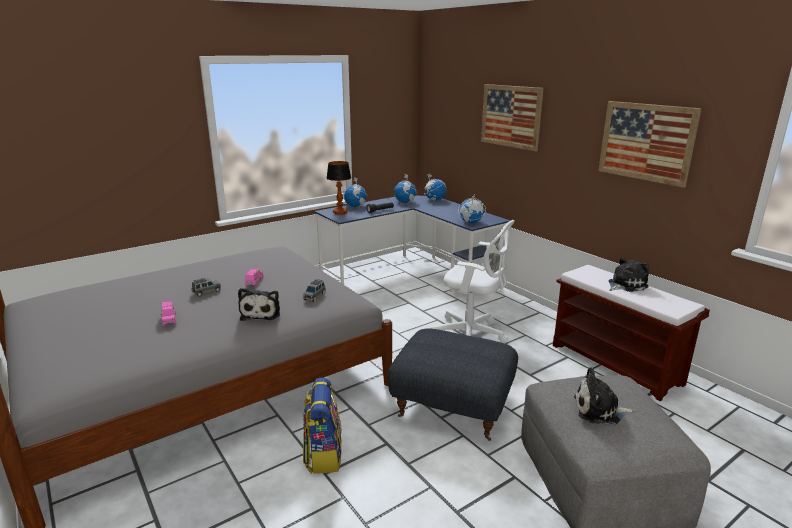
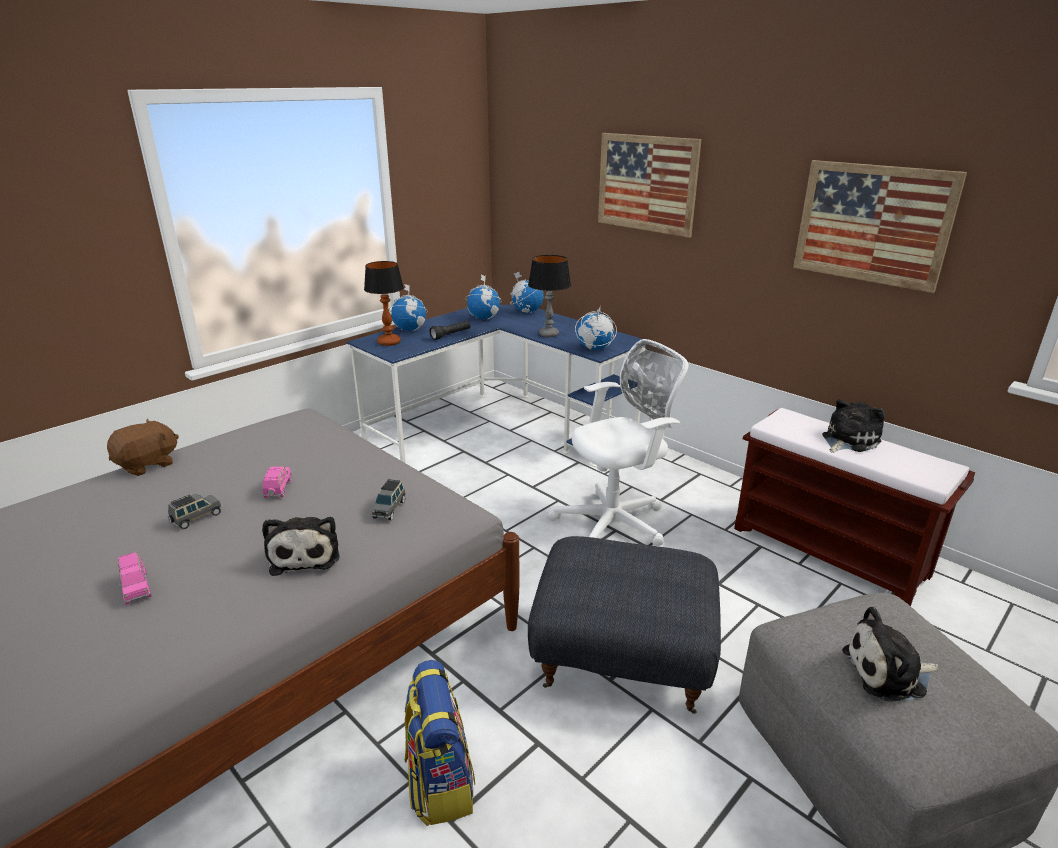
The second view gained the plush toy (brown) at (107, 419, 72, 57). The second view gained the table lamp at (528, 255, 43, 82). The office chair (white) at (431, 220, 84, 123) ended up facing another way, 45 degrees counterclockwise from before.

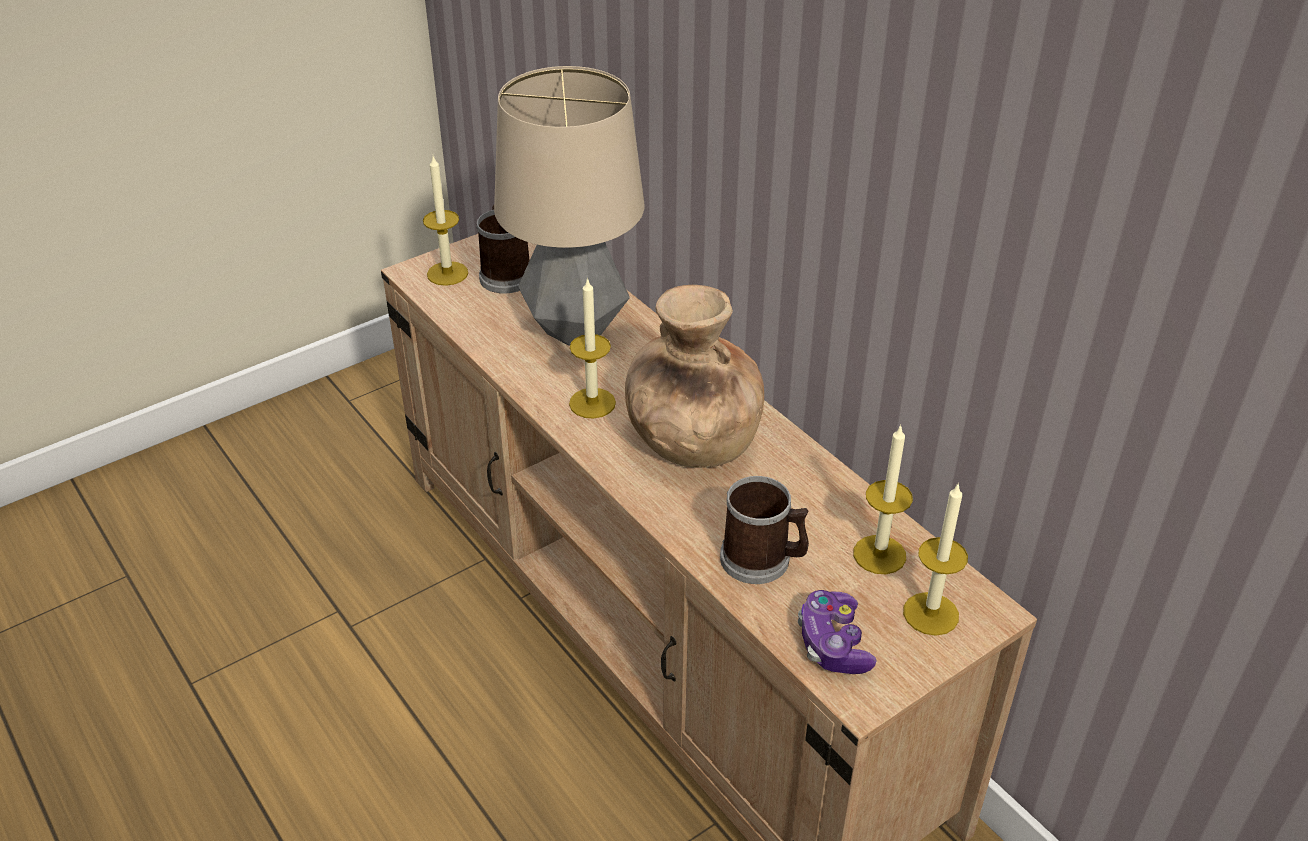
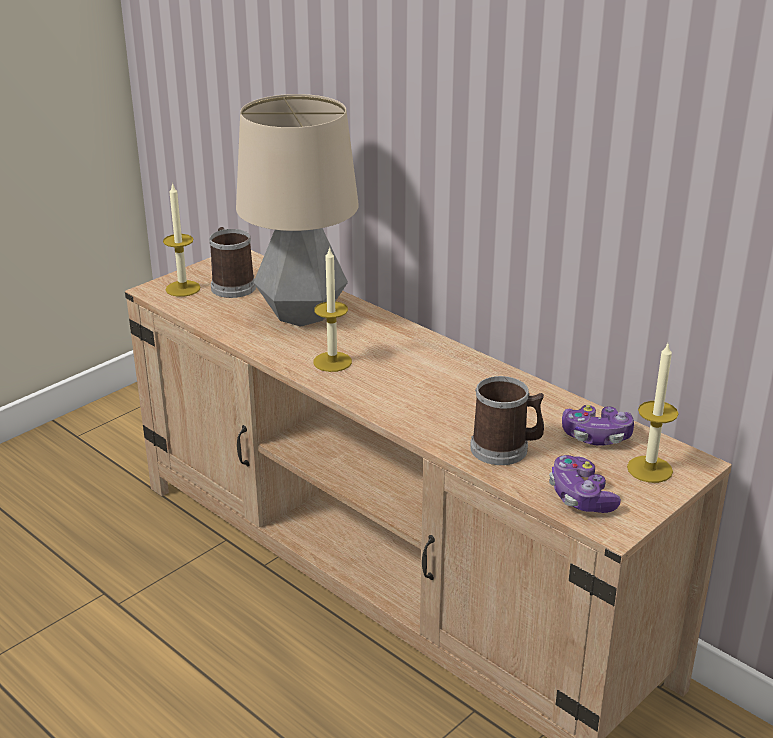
Where the candle stood at (853, 424, 60, 150), the game controller came to stand at (562, 405, 72, 41). The second view lost the vase (brown) at (625, 285, 139, 183).

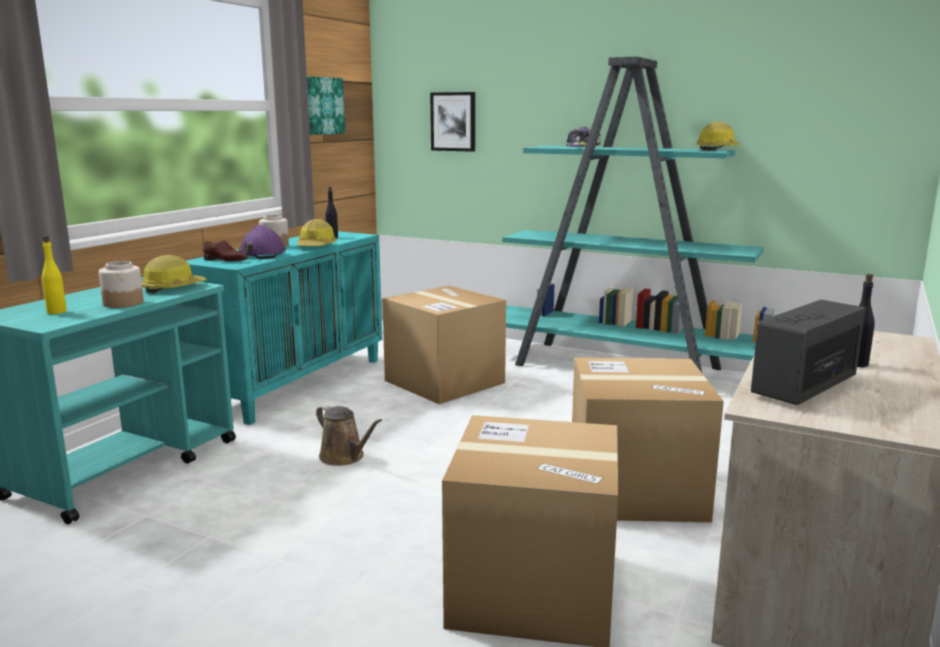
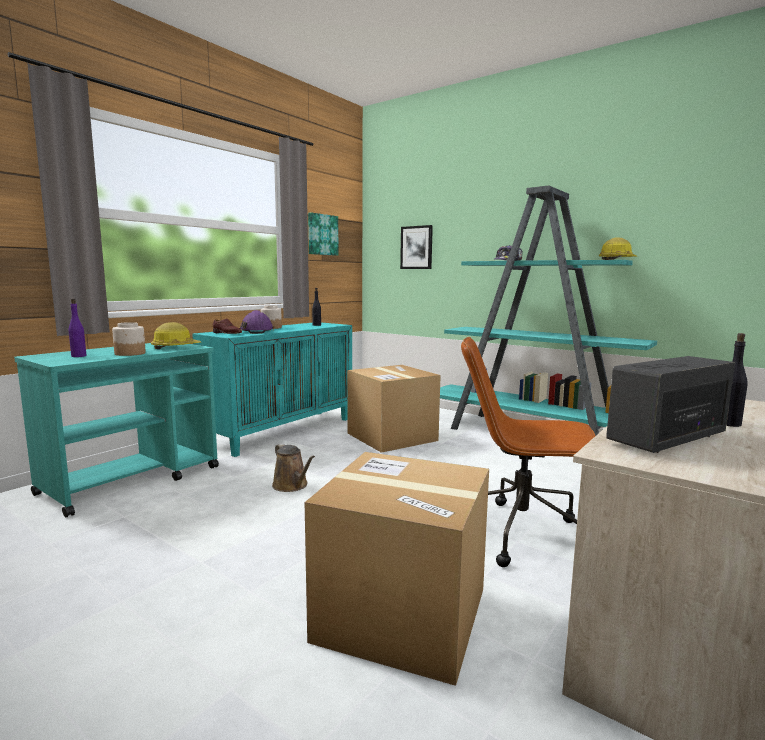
What was the bottle (yellow) at (42, 235, 25, 79) turned into the bottle (purple) at (69, 299, 17, 58). Where the cardboard box stood at (572, 357, 152, 165), the office chair (brown) came to stand at (461, 337, 134, 230). The second view lost the hard hat at (298, 219, 39, 27).

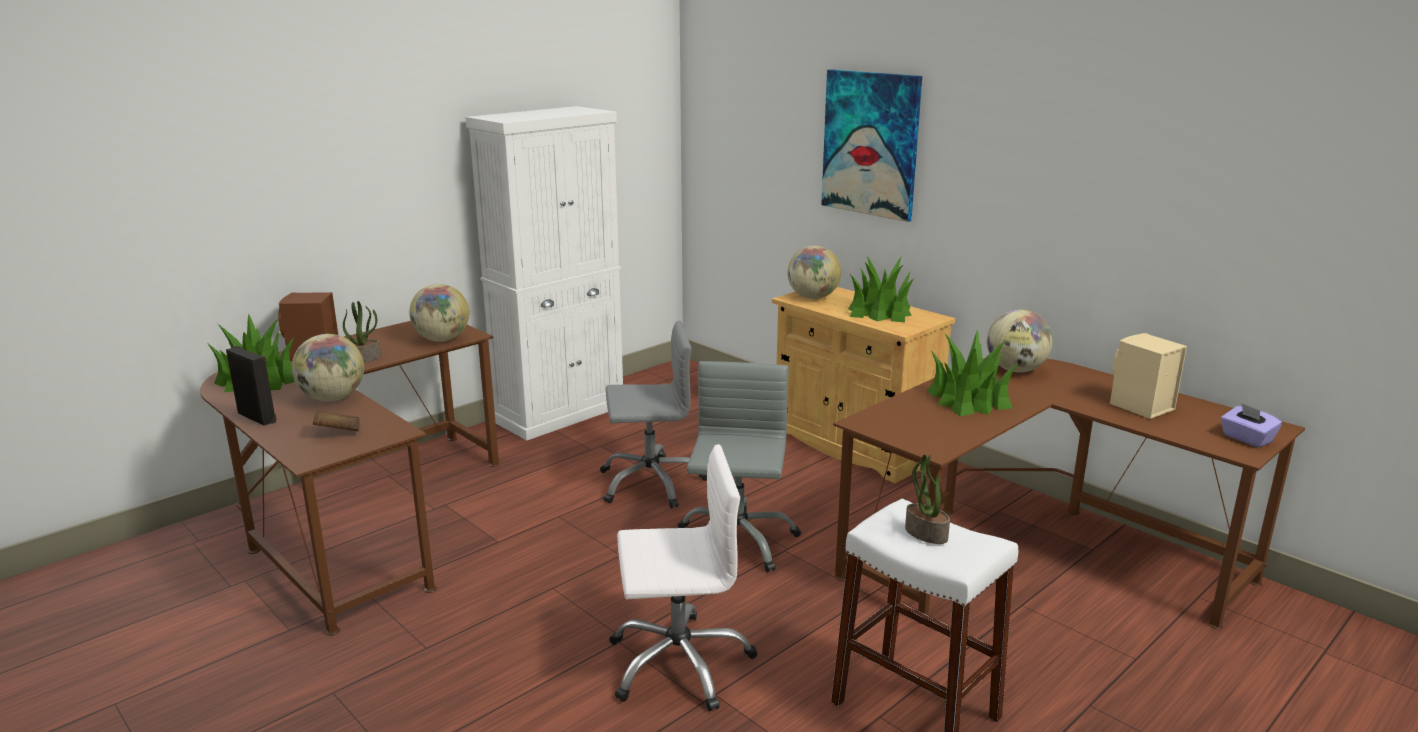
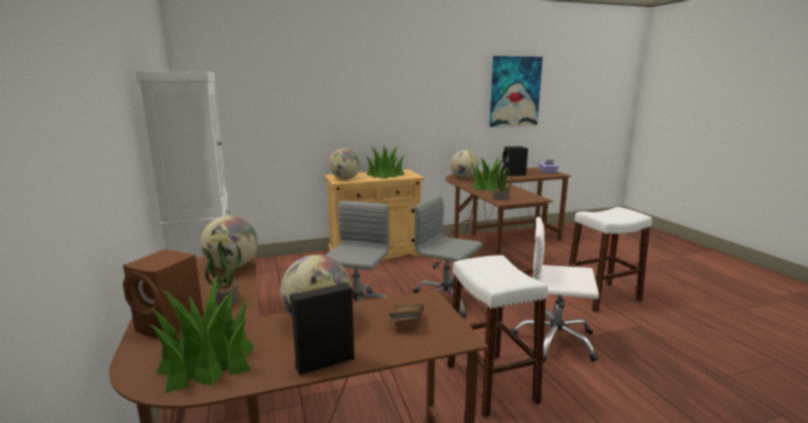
The second view gained the stool (white) at (447, 255, 101, 162). The picture ended up elsewhere, having gone from (821, 69, 101, 153) to (489, 56, 54, 71). The potted plant ended up elsewhere, having gone from (905, 455, 45, 89) to (491, 165, 22, 35). What was the speaker (beige) at (1110, 333, 77, 86) turned into the speaker (black) at (502, 146, 26, 30). The office chair (white) at (609, 444, 149, 267) ended up facing another way, 90 degrees counterclockwise from before.

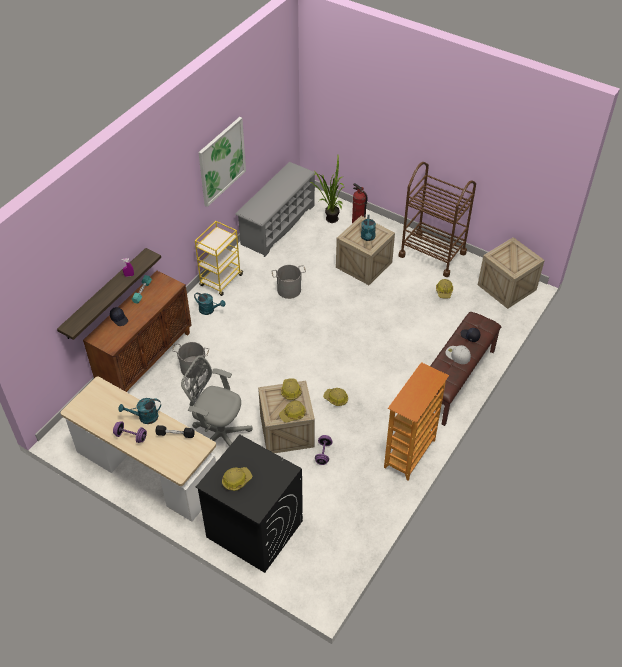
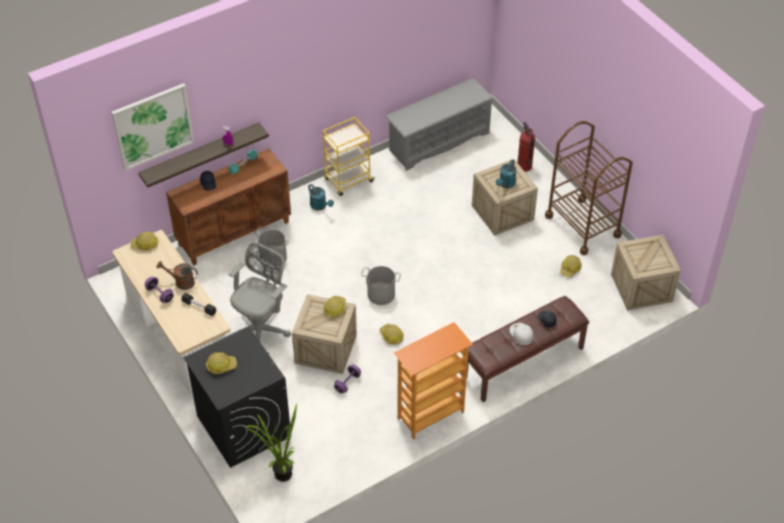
The picture ended up elsewhere, having gone from (198, 117, 48, 90) to (112, 83, 83, 88). The hard hat ended up elsewhere, having gone from (279, 400, 27, 23) to (131, 232, 28, 19). What was the watering can (turquoise) at (118, 398, 43, 26) turned into the watering can (brown) at (157, 261, 41, 29). The office chair (grey) at (181, 356, 72, 90) ended up facing another way, 75 degrees clockwise from before. The potted plant ended up elsewhere, having gone from (310, 155, 34, 68) to (245, 404, 52, 78). The bucket (grey) ended up elsewhere, having gone from (271, 265, 35, 34) to (361, 266, 40, 39).

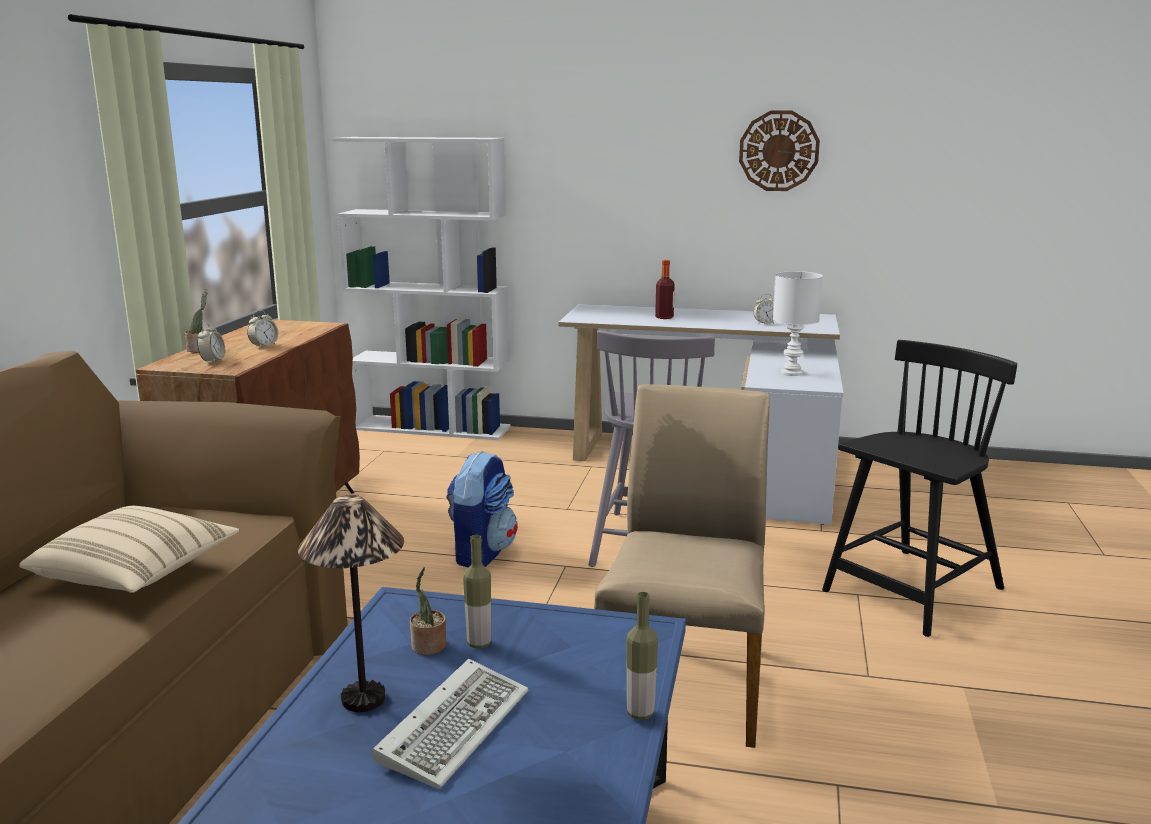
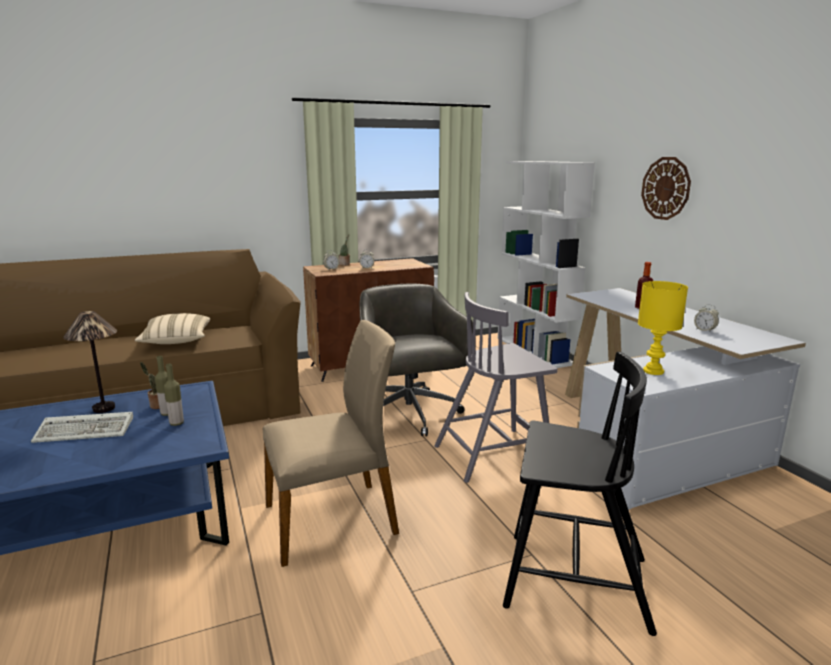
The bottle ended up elsewhere, having gone from (627, 592, 31, 128) to (164, 364, 20, 62). Where the backpack stood at (446, 451, 72, 117), the office chair (grey) came to stand at (359, 283, 114, 154). What was the table lamp (white) at (772, 271, 51, 105) turned into the table lamp (yellow) at (638, 281, 50, 94). The wall clock ended up elsewhere, having gone from (739, 110, 81, 81) to (641, 157, 50, 63).

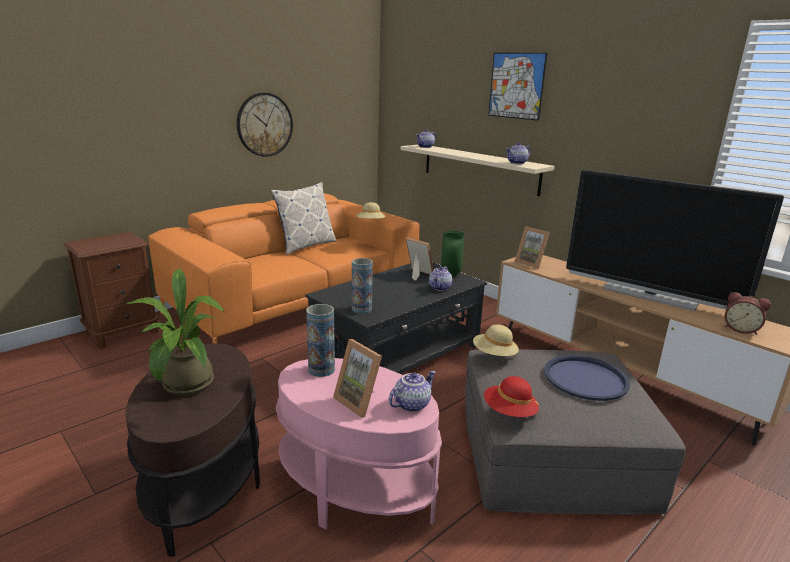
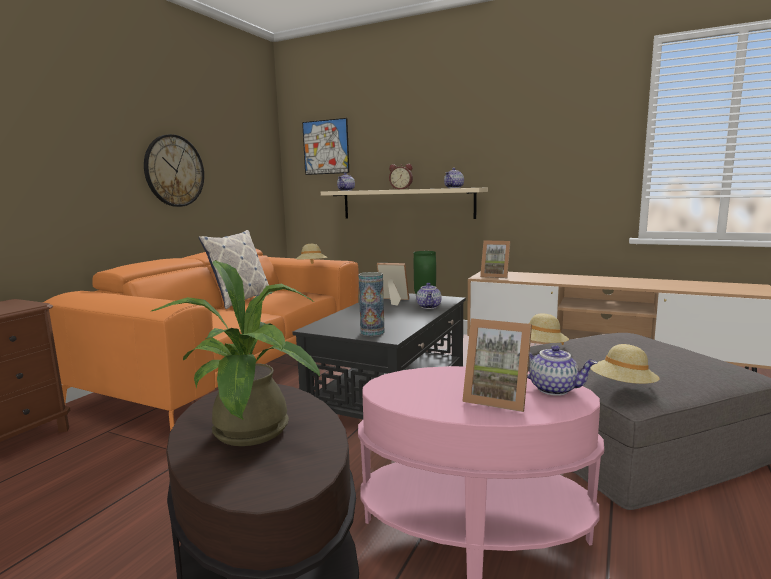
The picture ended up elsewhere, having gone from (488, 53, 59, 68) to (302, 118, 47, 57). The alarm clock ended up elsewhere, having gone from (725, 292, 46, 43) to (389, 164, 24, 26). The teapot at (389, 371, 47, 41) ended up facing another way, 90 degrees clockwise from before. What was the hat (red) at (484, 376, 55, 41) turned into the hat (beige) at (590, 344, 70, 40). The second view lost the vase at (306, 304, 29, 73). The second view lost the tray (blue) at (544, 355, 86, 46). The second view lost the television at (566, 170, 218, 141).

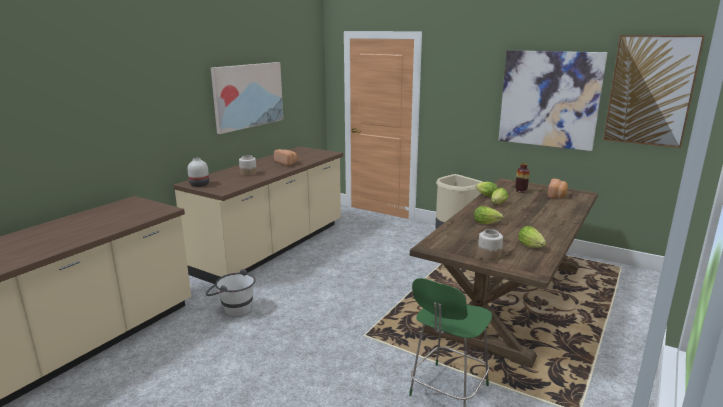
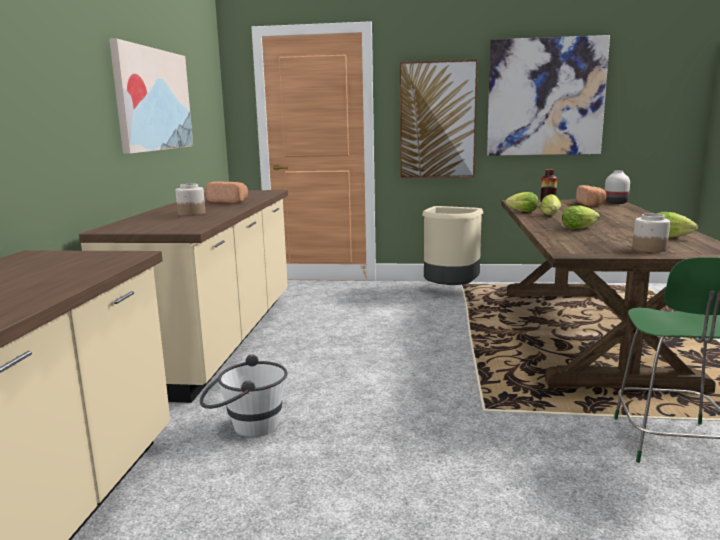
The picture ended up elsewhere, having gone from (603, 35, 101, 113) to (400, 59, 78, 119). The vase (white) ended up elsewhere, having gone from (187, 158, 22, 29) to (605, 171, 25, 33).

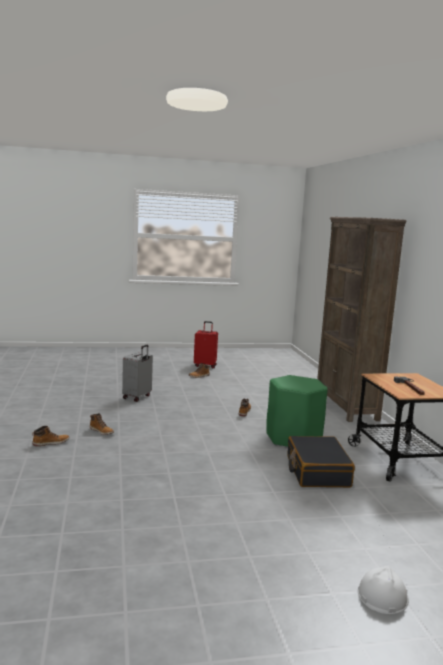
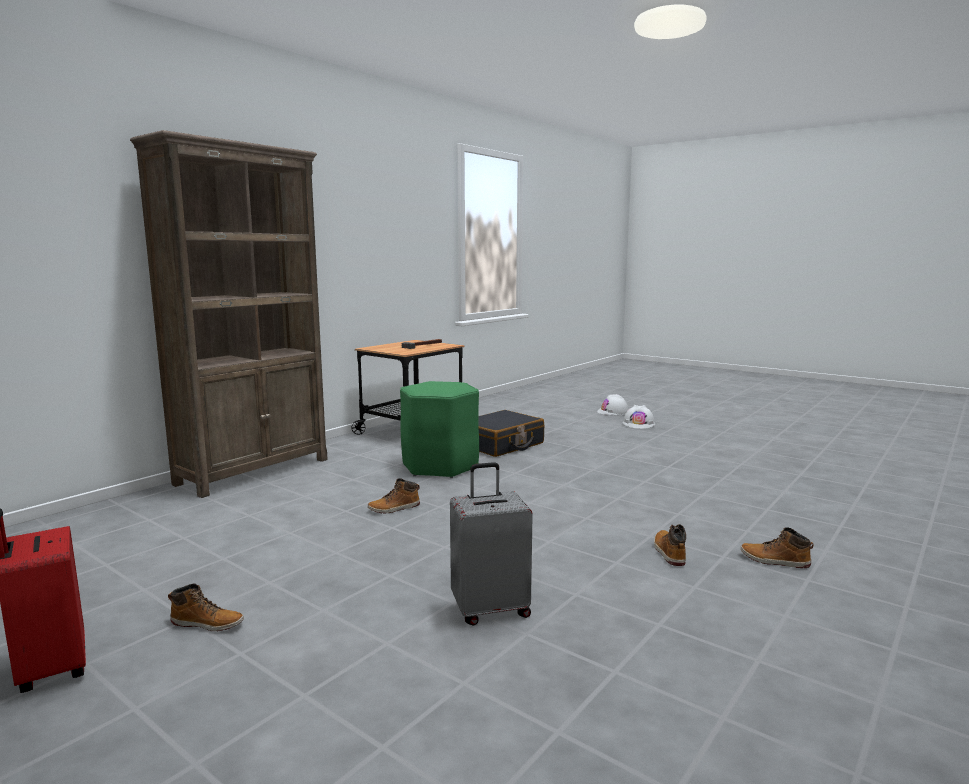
The second view gained the hard hat (white) at (622, 405, 33, 24).

